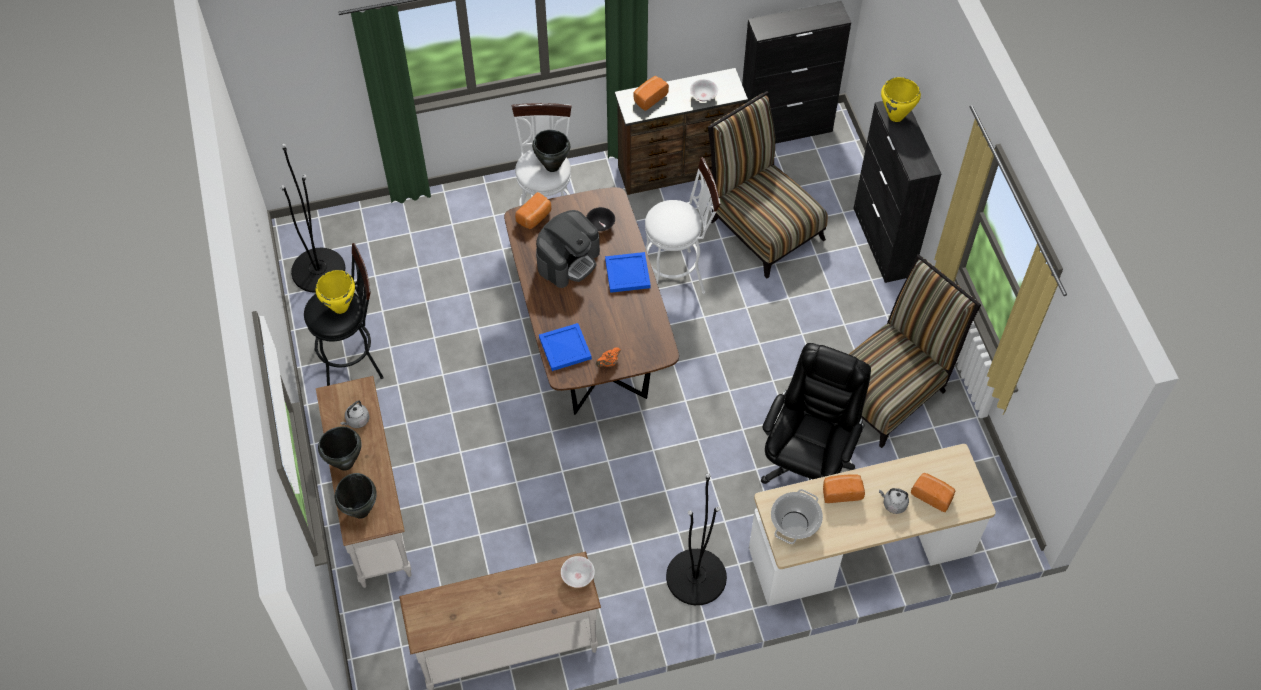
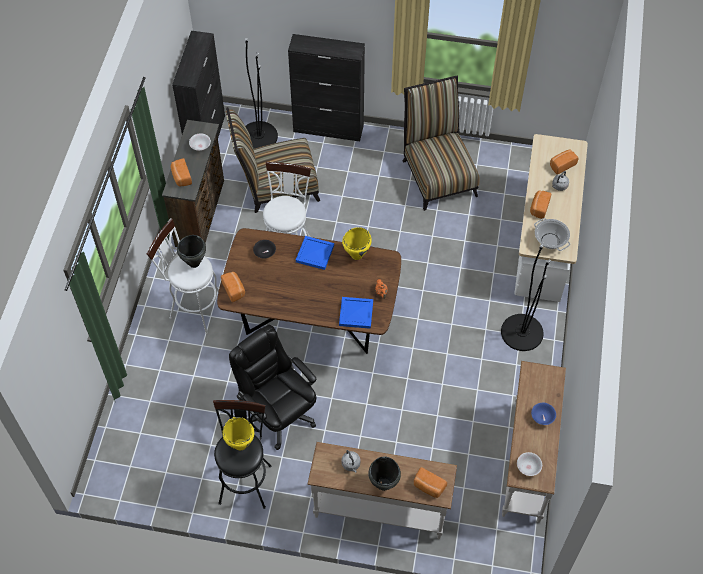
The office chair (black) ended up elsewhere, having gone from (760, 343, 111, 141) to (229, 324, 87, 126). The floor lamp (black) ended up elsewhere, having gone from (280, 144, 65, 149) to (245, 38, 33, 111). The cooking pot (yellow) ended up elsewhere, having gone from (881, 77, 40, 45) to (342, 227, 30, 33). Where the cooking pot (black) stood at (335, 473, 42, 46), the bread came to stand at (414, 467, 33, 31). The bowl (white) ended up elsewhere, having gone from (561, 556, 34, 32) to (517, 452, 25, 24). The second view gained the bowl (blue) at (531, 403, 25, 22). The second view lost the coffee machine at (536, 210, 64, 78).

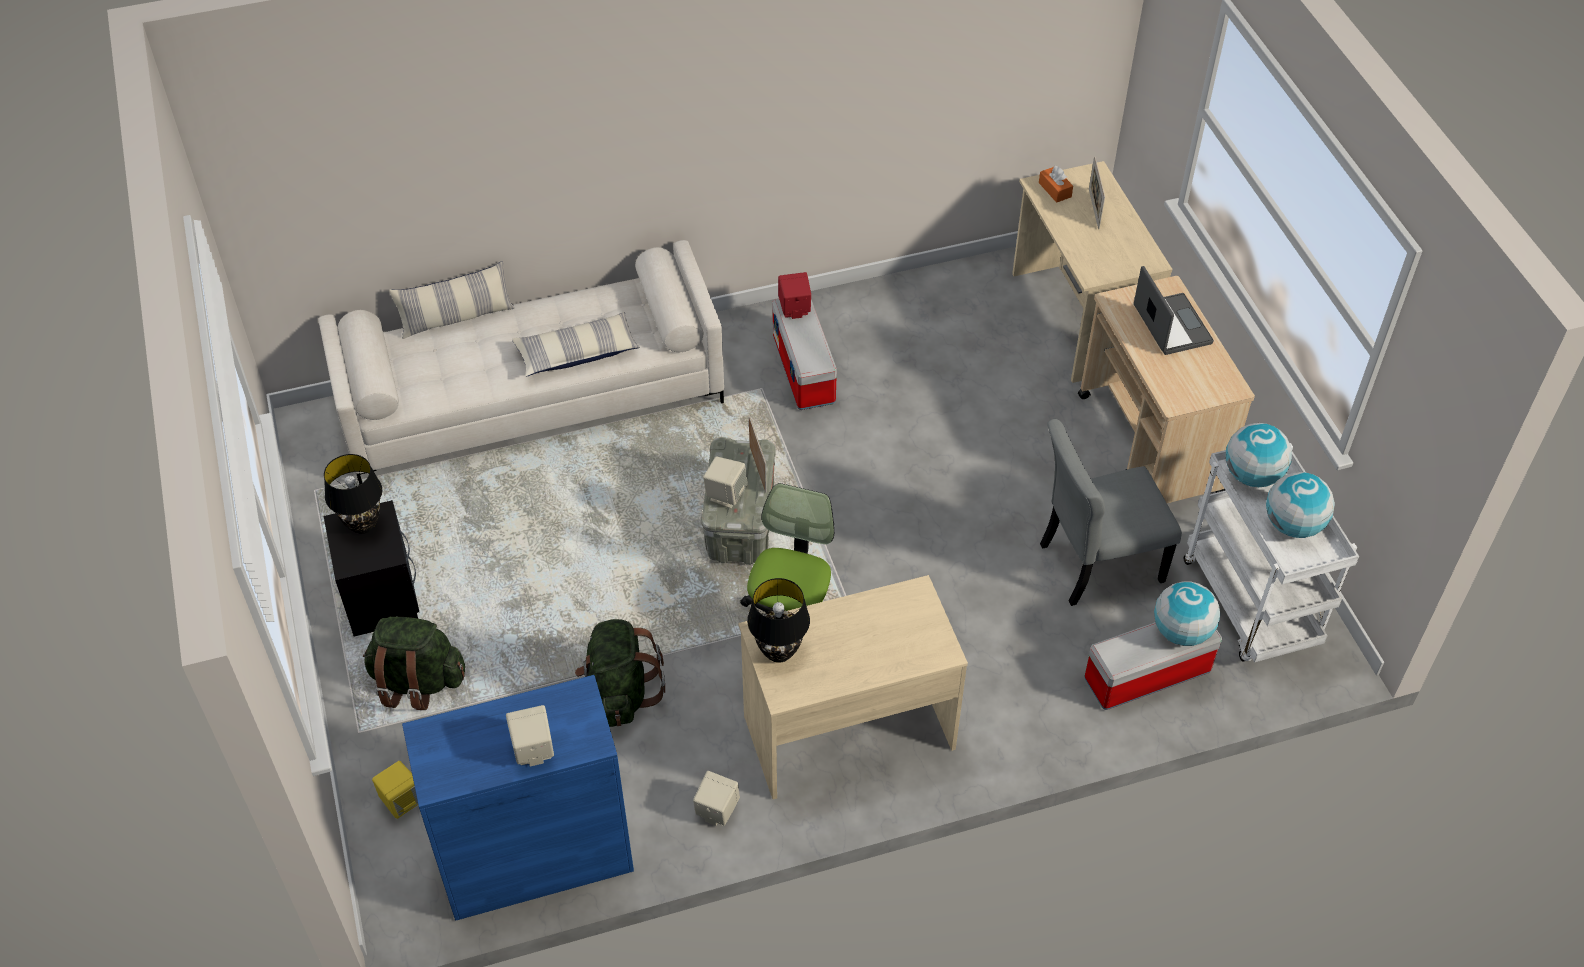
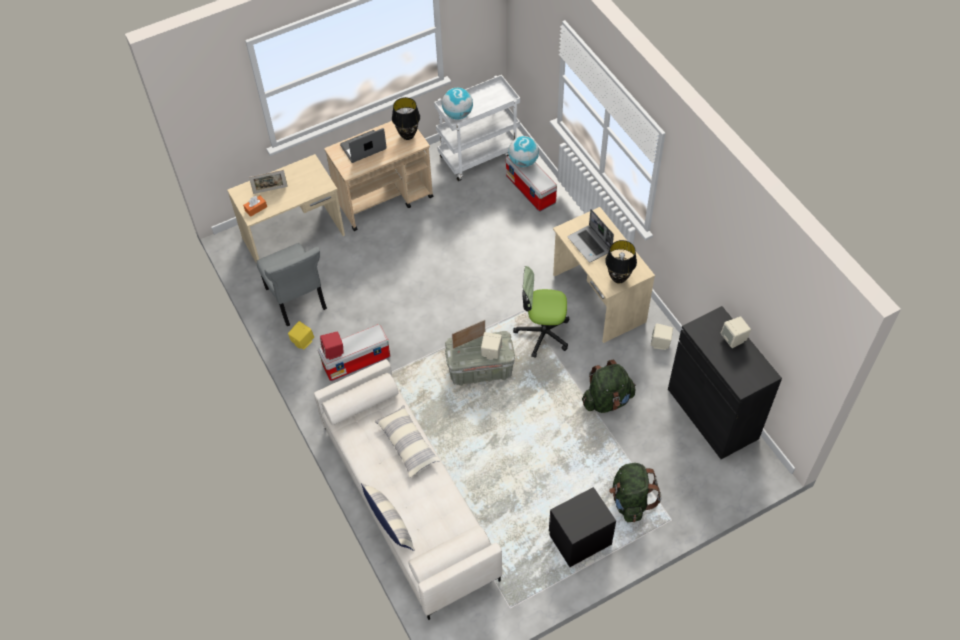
The chair (grey) ended up elsewhere, having gone from (1040, 419, 142, 187) to (256, 243, 71, 83). The speaker (yellow) ended up elsewhere, having gone from (372, 761, 46, 58) to (288, 321, 26, 29). The table lamp (black) ended up elsewhere, having gone from (324, 454, 58, 80) to (392, 97, 28, 43). The second view gained the laptop at (568, 209, 46, 54). What was the cabinet (blue) at (402, 675, 232, 246) turned into the cabinet (black) at (668, 306, 114, 153). The second view lost the globe at (1266, 472, 69, 66).

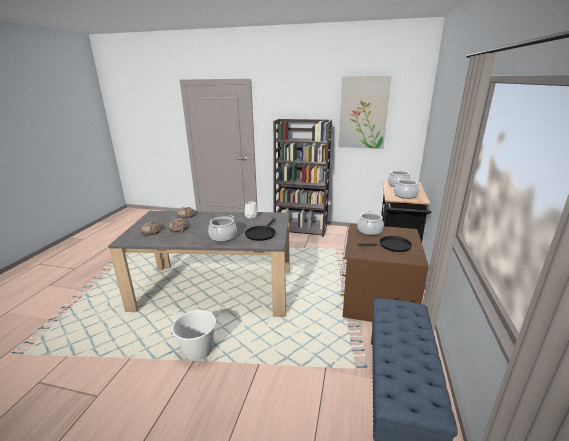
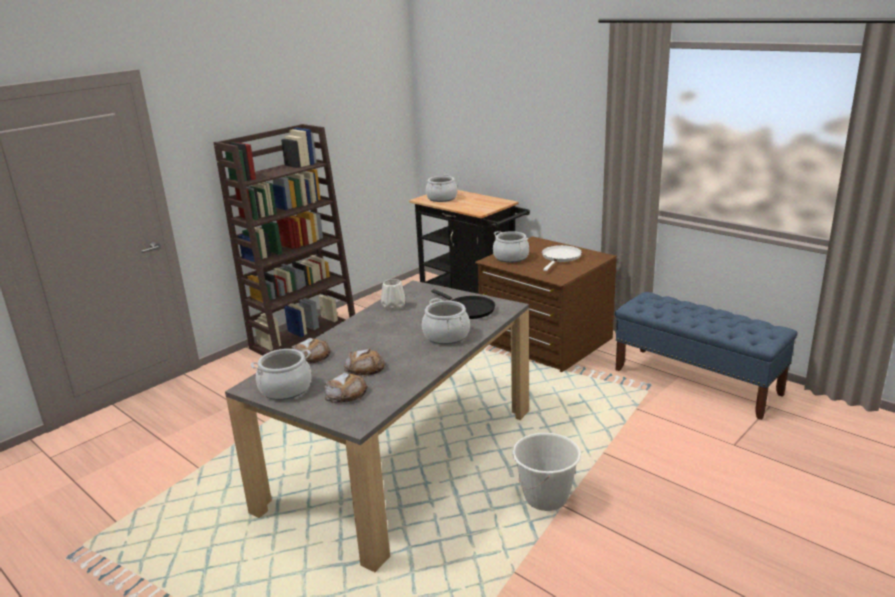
The cooking pot ended up elsewhere, having gone from (394, 179, 27, 20) to (251, 349, 61, 51). What was the frying pan (black) at (358, 236, 54, 16) turned into the frying pan (white) at (542, 245, 40, 26). The second view lost the picture at (338, 76, 53, 73).

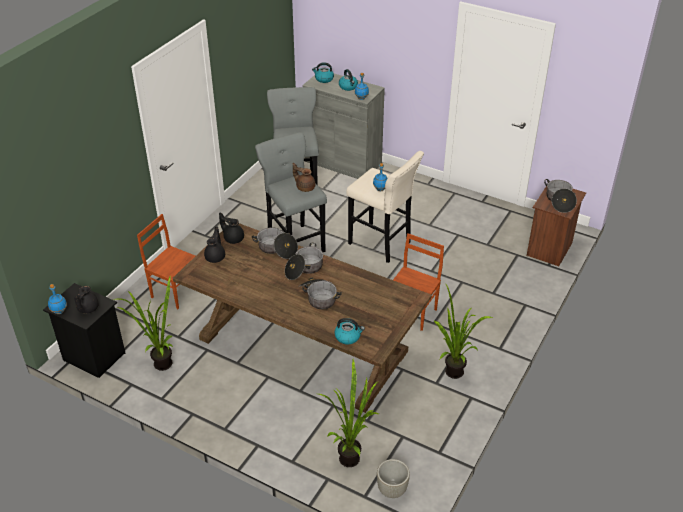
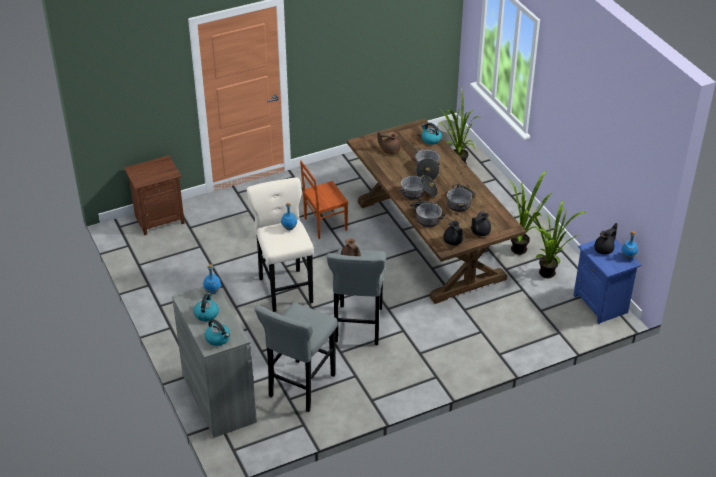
The second view gained the teapot (brown) at (378, 130, 22, 24). The cooking pot ended up elsewhere, having gone from (544, 179, 33, 34) to (447, 184, 30, 28). The potted plant ended up elsewhere, having gone from (434, 282, 59, 97) to (509, 170, 43, 85). What was the nightstand (black) at (43, 283, 83, 95) turned into the nightstand (blue) at (573, 238, 69, 86). The second view lost the chair (brown) at (137, 214, 58, 95).

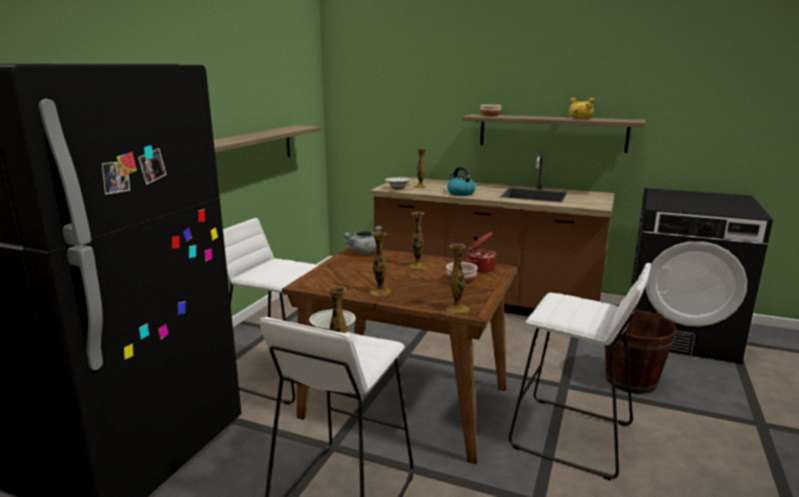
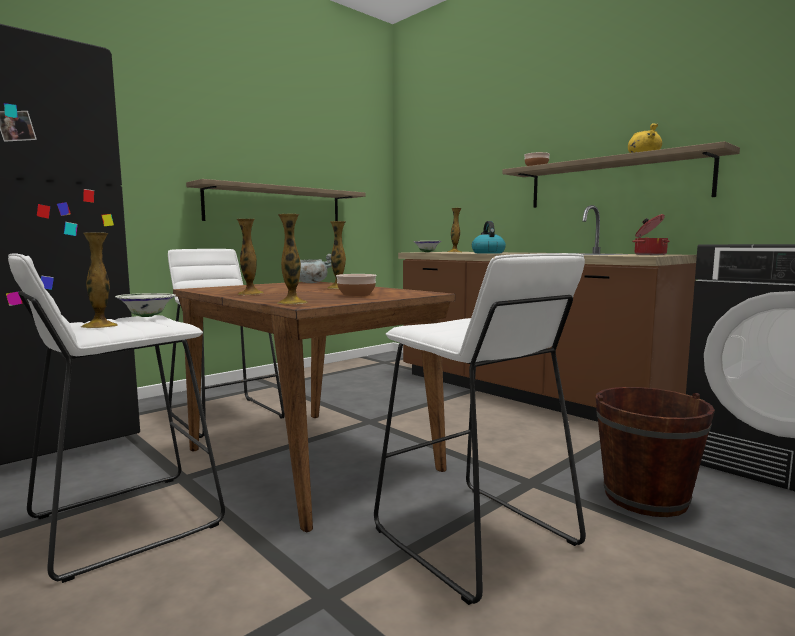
The cooking pot ended up elsewhere, having gone from (466, 232, 30, 41) to (632, 214, 38, 41).

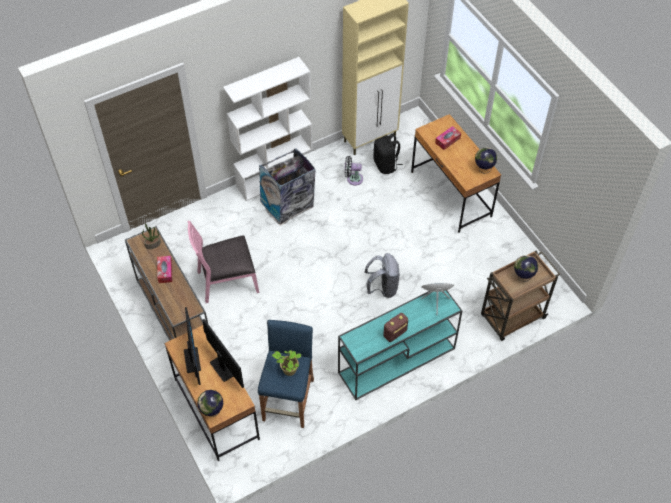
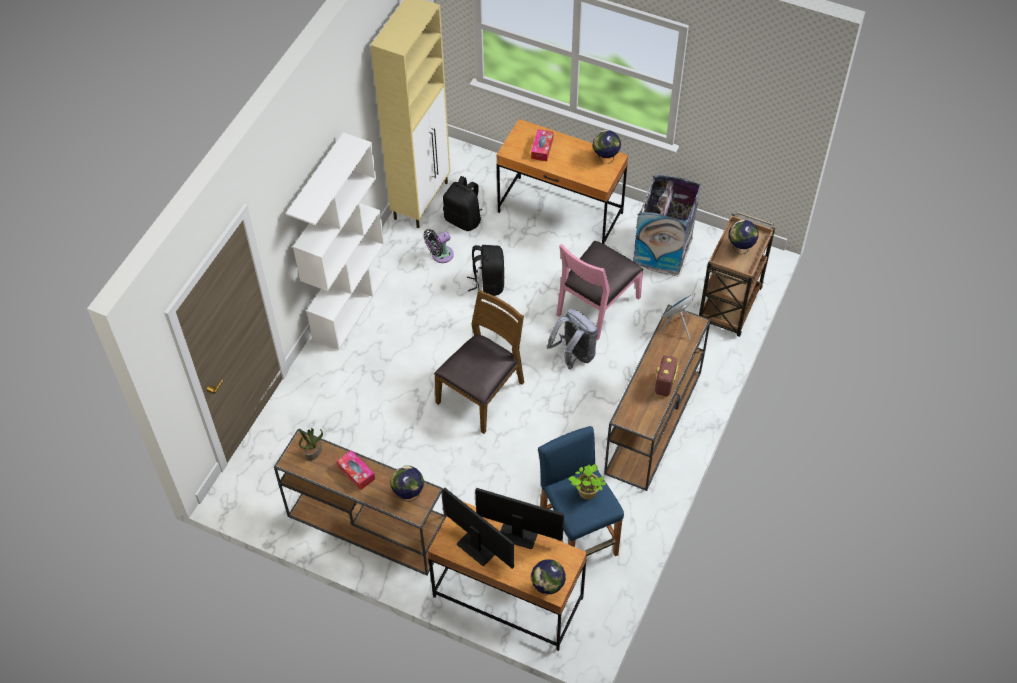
The second view gained the globe at (391, 466, 33, 36). The second view gained the chair (brown) at (434, 290, 90, 144). The second view gained the backpack (black) at (467, 245, 37, 51). The chair (pink) ended up elsewhere, having gone from (187, 220, 72, 83) to (556, 241, 87, 99). What was the console table (turquoise) at (338, 290, 124, 110) turned into the console table (brown) at (604, 304, 107, 187). The trash can ended up elsewhere, having gone from (259, 148, 56, 78) to (633, 174, 68, 103).

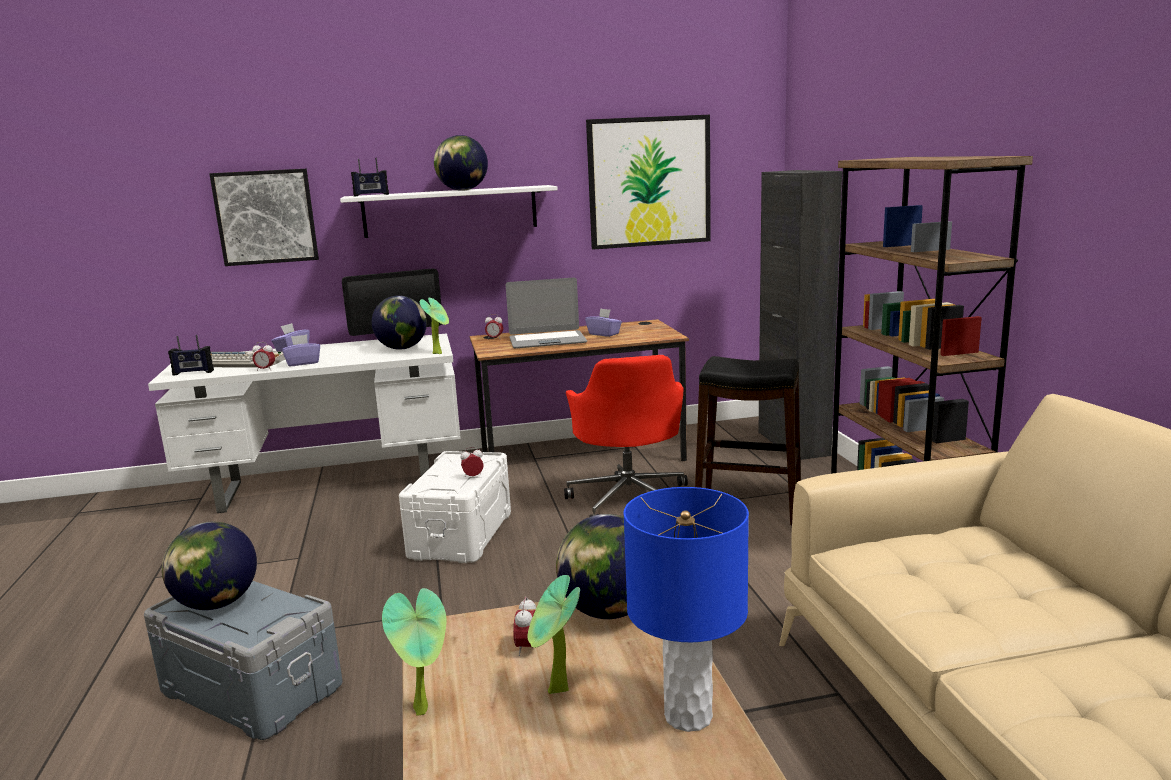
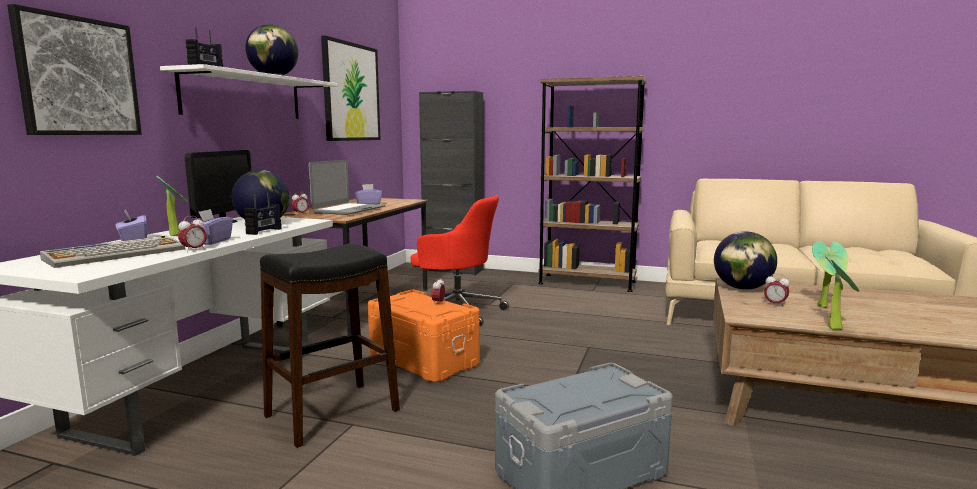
The potted plant ended up elsewhere, having gone from (420, 298, 29, 56) to (156, 175, 32, 61). The radio ended up elsewhere, having gone from (168, 335, 46, 41) to (244, 192, 38, 43). The stool (black) ended up elsewhere, having gone from (695, 356, 106, 169) to (260, 243, 140, 205). What was the storage box (white) at (399, 451, 112, 112) turned into the storage box (orange) at (368, 290, 112, 92). The second view lost the globe at (162, 522, 95, 88). The second view lost the table lamp (blue) at (623, 487, 126, 245).

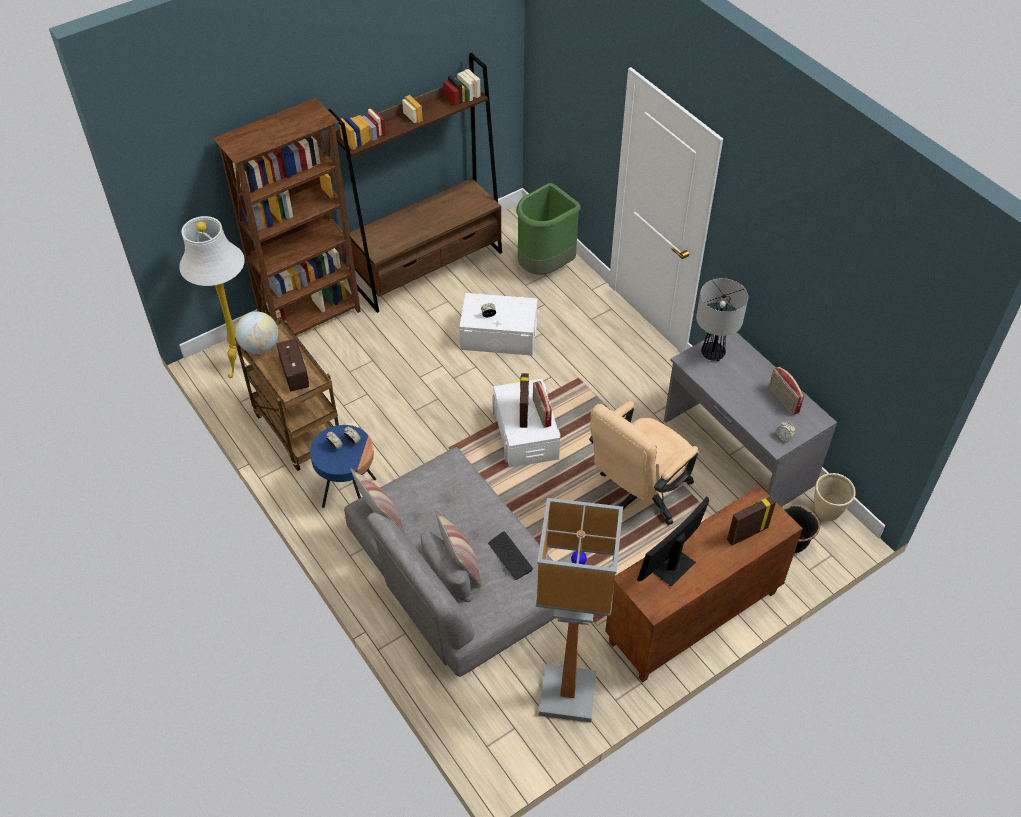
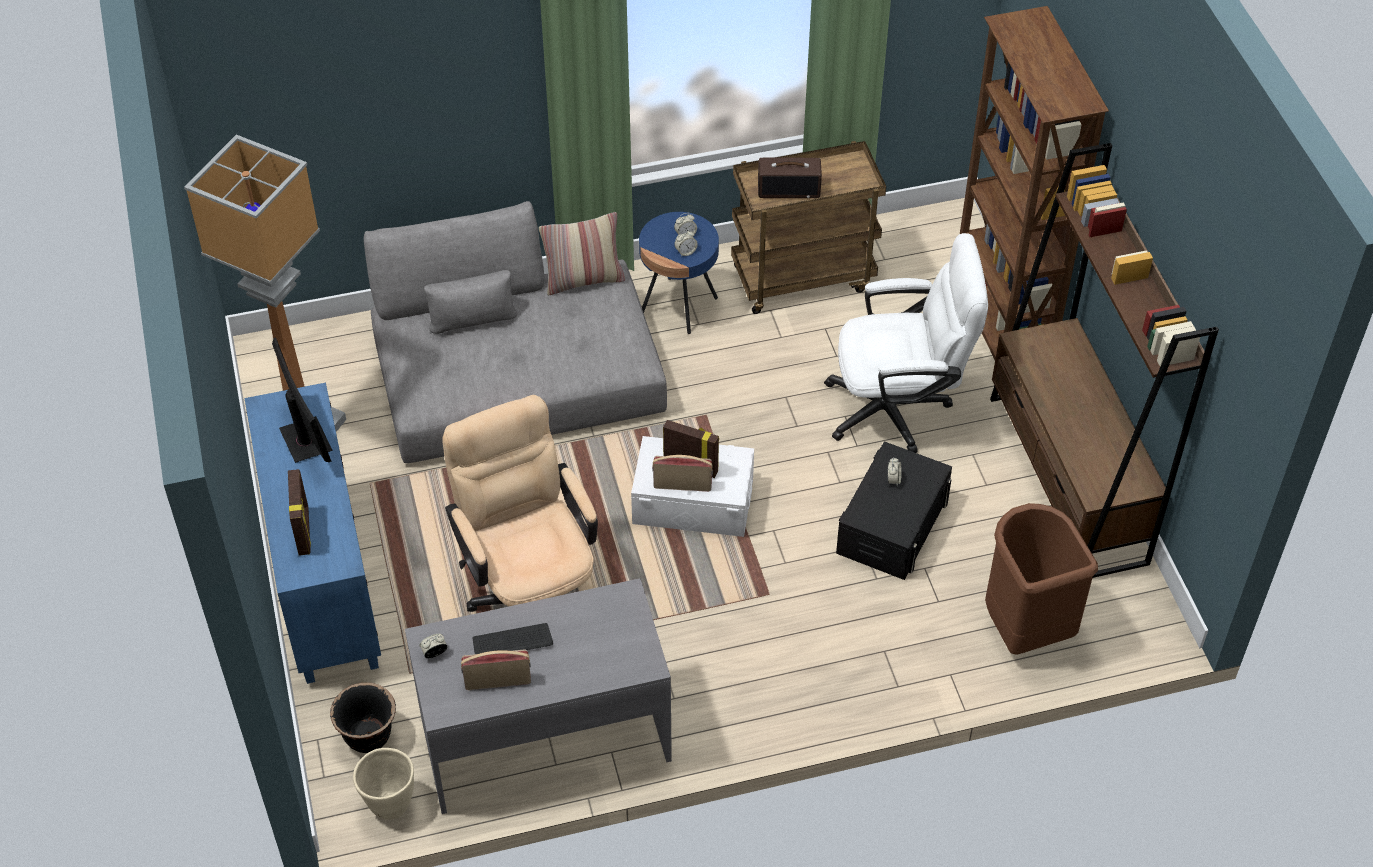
What was the cabinet (brown) at (605, 486, 198, 197) turned into the cabinet (blue) at (245, 383, 136, 301). The keyboard ended up elsewhere, having gone from (488, 532, 45, 48) to (472, 623, 81, 31). The second view gained the office chair (white) at (824, 233, 164, 220). What was the storage box (white) at (459, 293, 79, 63) turned into the storage box (black) at (836, 441, 116, 139). What was the trash can (green) at (516, 183, 65, 92) turned into the trash can (brown) at (985, 503, 113, 152). The second view lost the floor lamp (white) at (179, 216, 72, 162). The second view lost the globe at (235, 312, 43, 42). The second view lost the pillow at (435, 510, 48, 77). The second view lost the table lamp at (696, 278, 52, 83).

